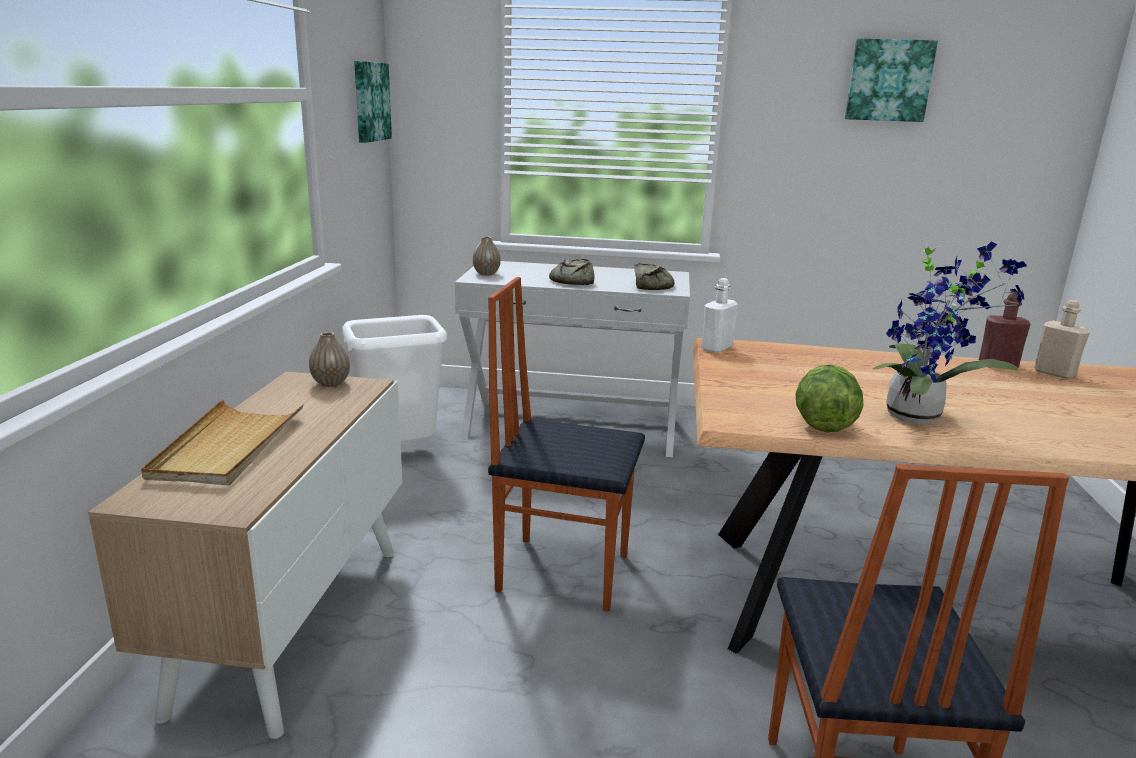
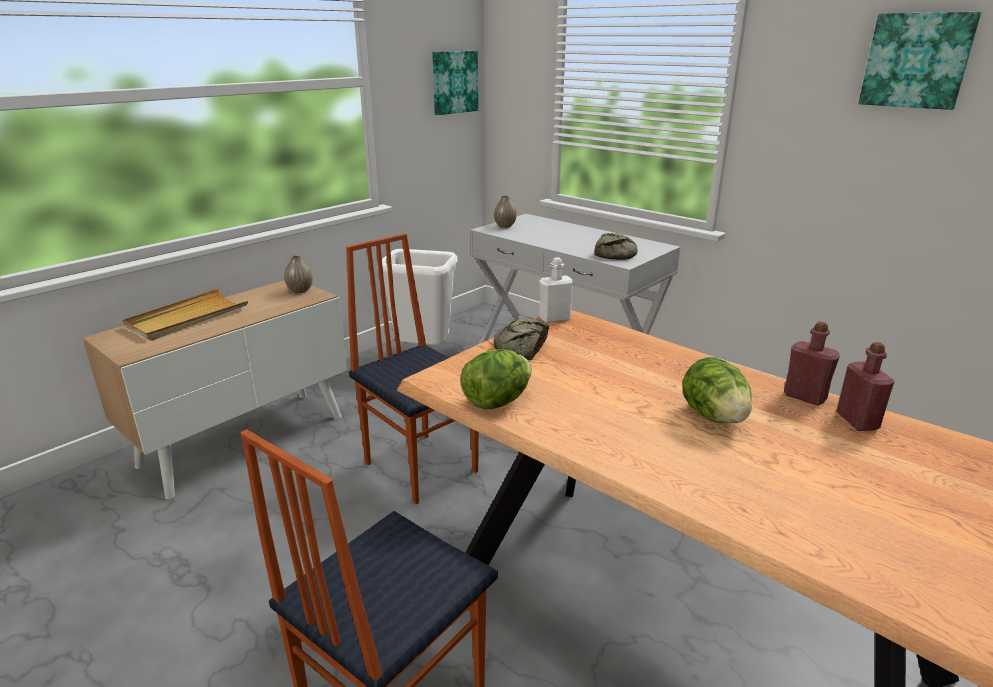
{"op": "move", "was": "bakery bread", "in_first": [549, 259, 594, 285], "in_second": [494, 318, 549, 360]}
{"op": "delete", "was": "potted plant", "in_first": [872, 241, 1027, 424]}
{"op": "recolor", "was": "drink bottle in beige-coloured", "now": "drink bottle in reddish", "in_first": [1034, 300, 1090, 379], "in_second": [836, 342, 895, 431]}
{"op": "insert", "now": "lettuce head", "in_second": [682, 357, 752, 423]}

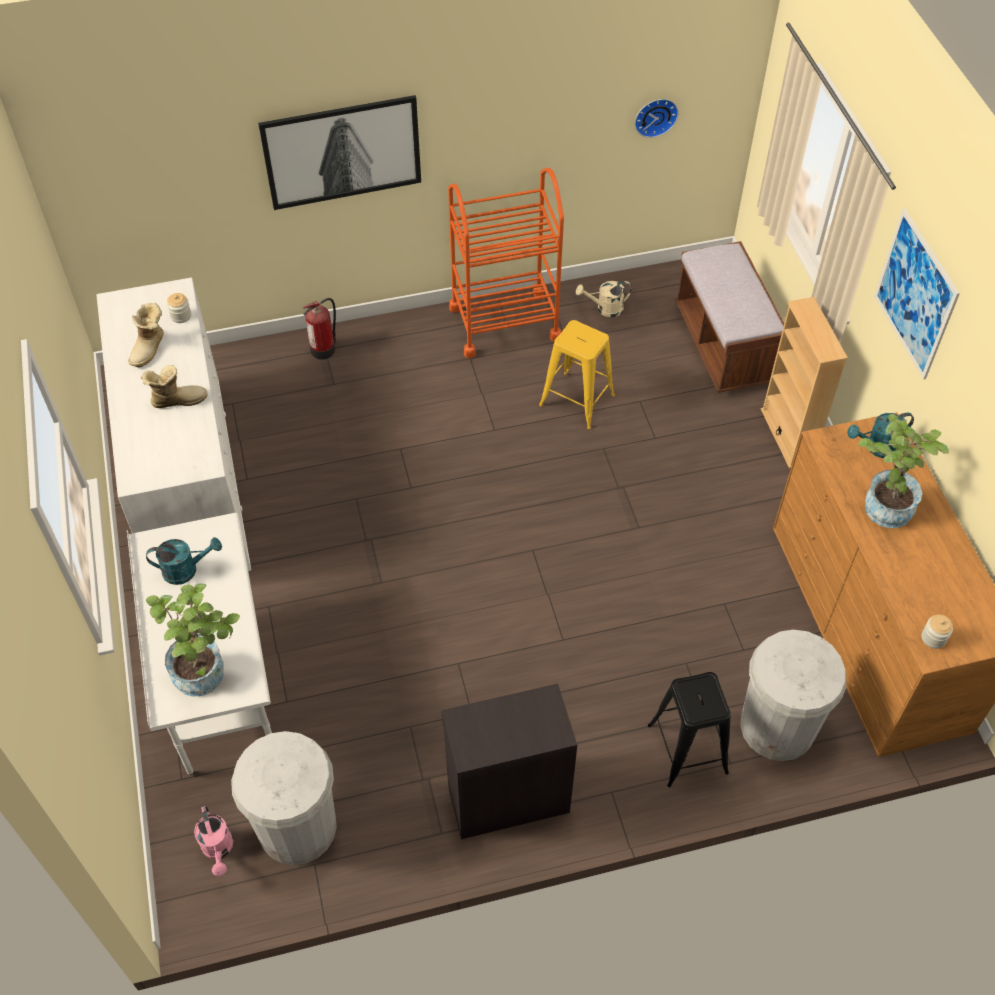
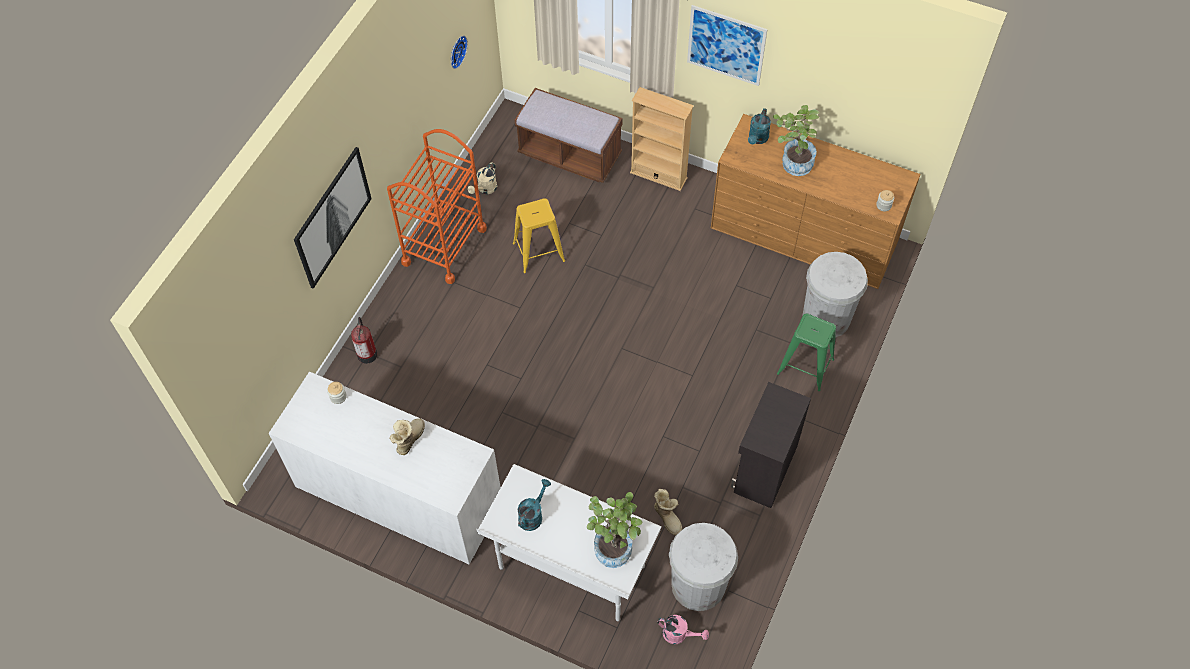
{"op": "move", "was": "boot", "in_first": [128, 303, 164, 367], "in_second": [654, 489, 682, 535]}
{"op": "recolor", "was": "sitting stool in blackish", "now": "sitting stool in green-coloured", "in_first": [648, 672, 731, 787], "in_second": [777, 313, 836, 391]}

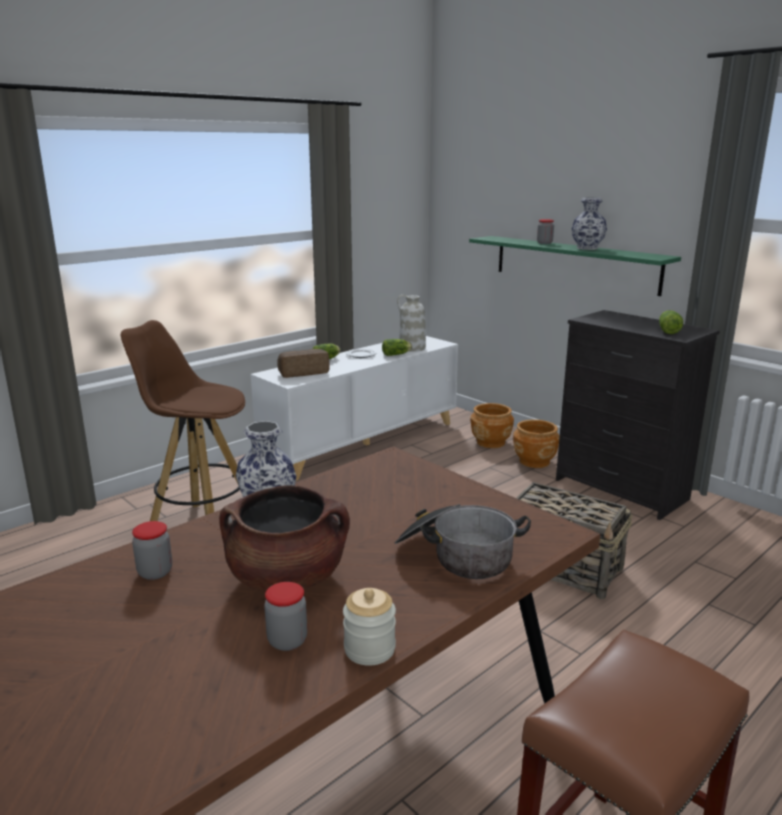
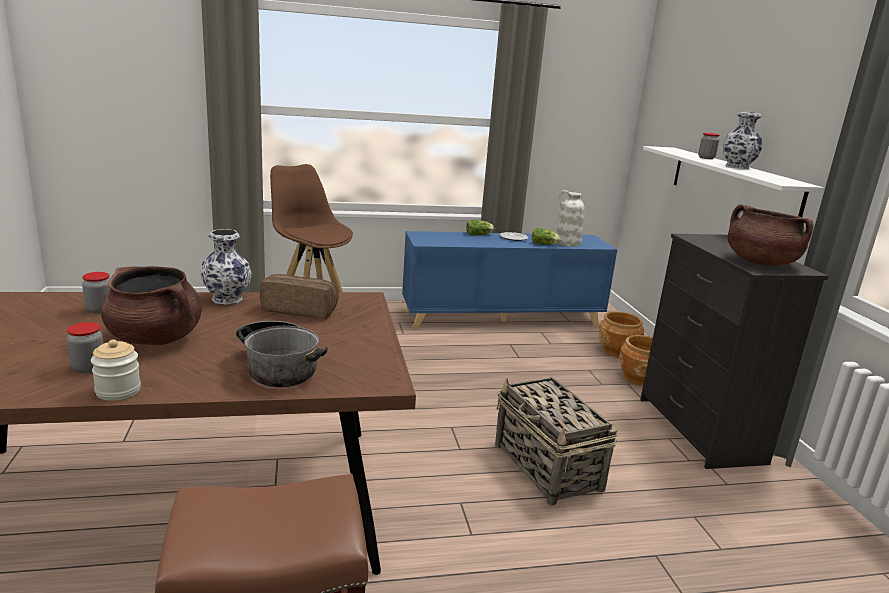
{"op": "recolor", "was": "cabinet in white-coloured", "now": "cabinet in blue", "in_first": [250, 336, 458, 481], "in_second": [402, 231, 617, 329]}
{"op": "move", "was": "bakery bread", "in_first": [277, 349, 330, 378], "in_second": [260, 274, 339, 319]}
{"op": "recolor", "was": "wall shelf in green-coloured", "now": "wall shelf in white-coloured", "in_first": [469, 236, 681, 296], "in_second": [643, 146, 824, 217]}
{"op": "replace", "was": "lettuce head", "now": "stockpot in brown", "in_first": [659, 310, 683, 334], "in_second": [727, 204, 813, 266]}

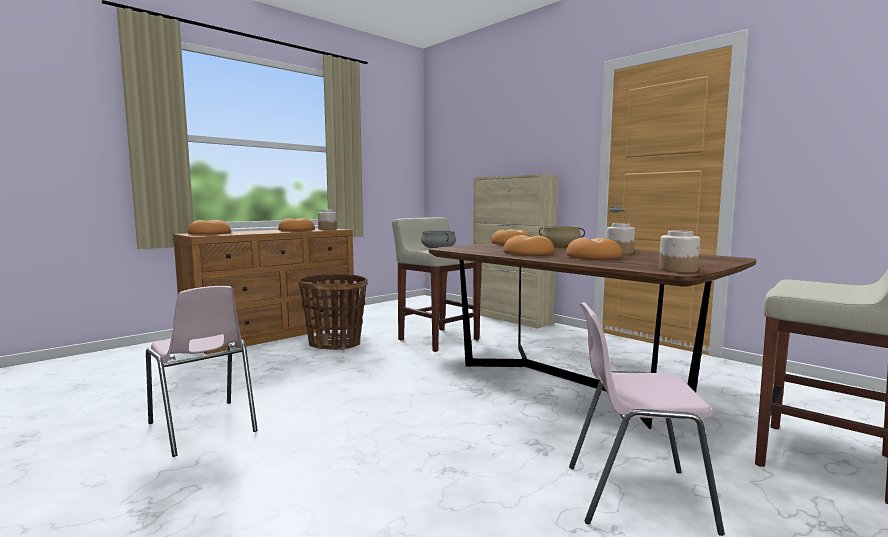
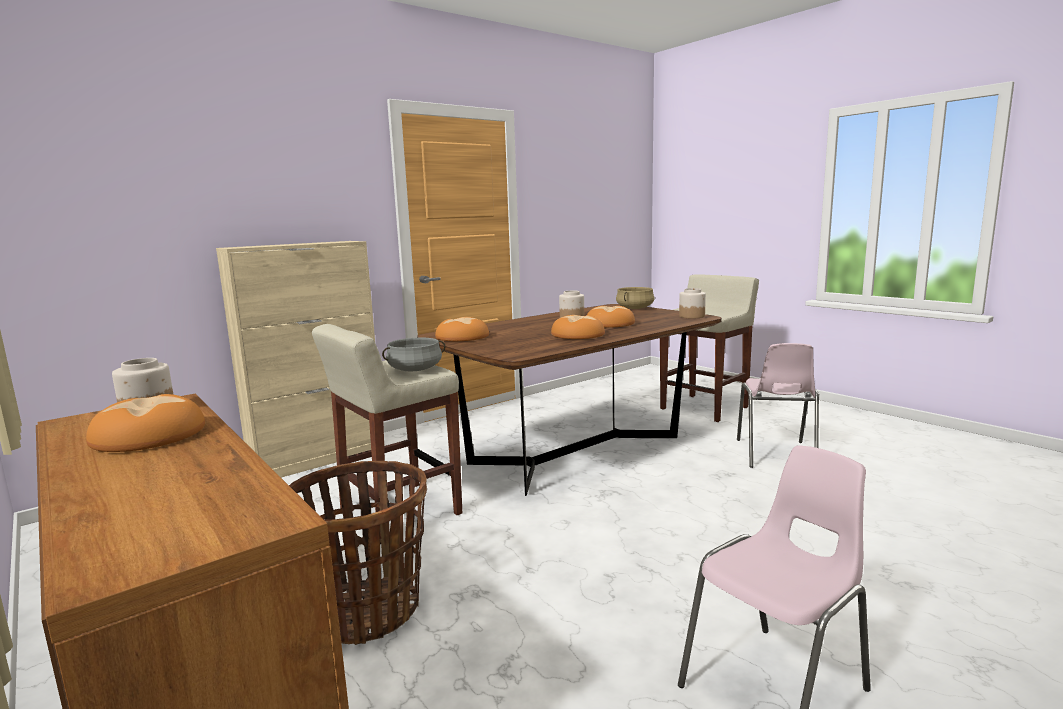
{"op": "delete", "was": "bakery bread", "in_first": [188, 220, 231, 235]}
{"op": "move", "was": "stockpot in beige-coloured", "in_first": [539, 226, 585, 247], "in_second": [616, 287, 655, 309]}

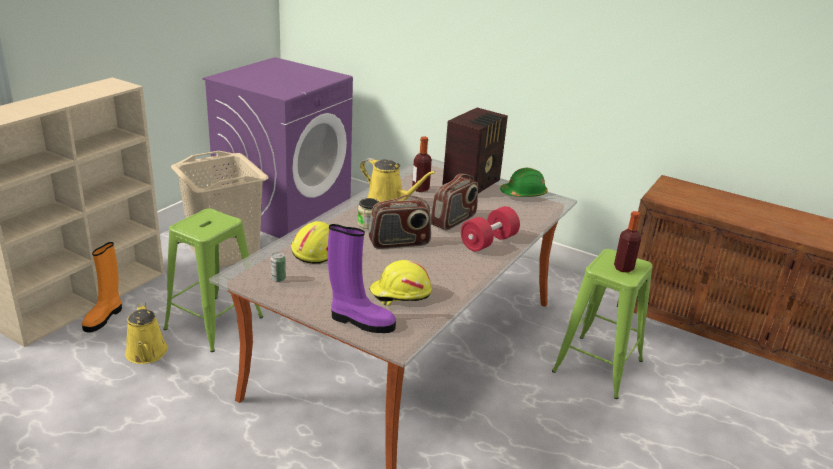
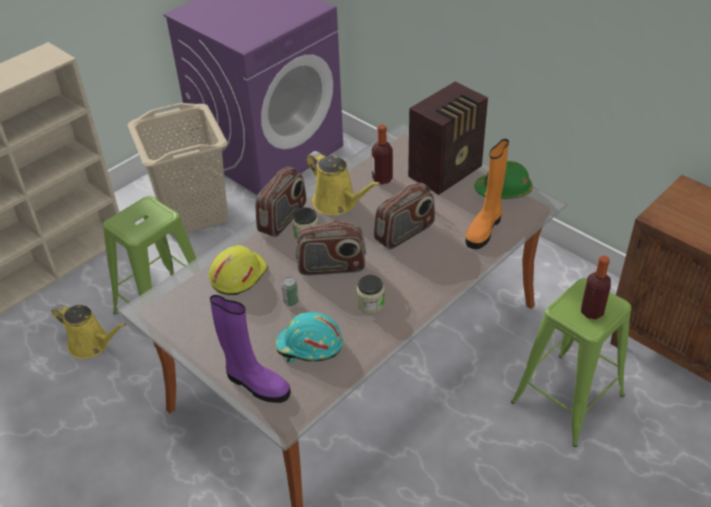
{"op": "move", "was": "boot in orangey", "in_first": [82, 242, 122, 333], "in_second": [466, 139, 509, 249]}
{"op": "rotate", "was": "watering can in yellow-coloured", "in_first": [125, 303, 168, 364], "in_second": [52, 305, 126, 359], "clockwise": -60}
{"op": "move", "was": "metal can", "in_first": [271, 252, 286, 282], "in_second": [281, 277, 299, 306]}
{"op": "recolor", "was": "safety helmet in yellow-coloured", "now": "safety helmet in turquoise-coloured", "in_first": [369, 260, 432, 306], "in_second": [275, 312, 343, 363]}
{"op": "delete", "was": "free weight in reddish", "in_first": [460, 206, 520, 252]}
{"op": "insert", "now": "radio set", "in_second": [255, 167, 306, 237]}
{"op": "insert", "now": "storage jar", "in_second": [356, 275, 385, 314]}

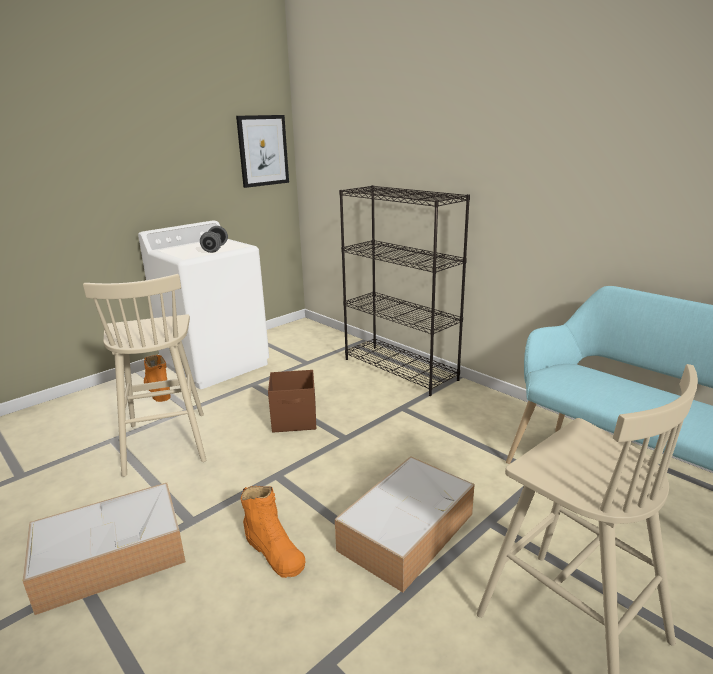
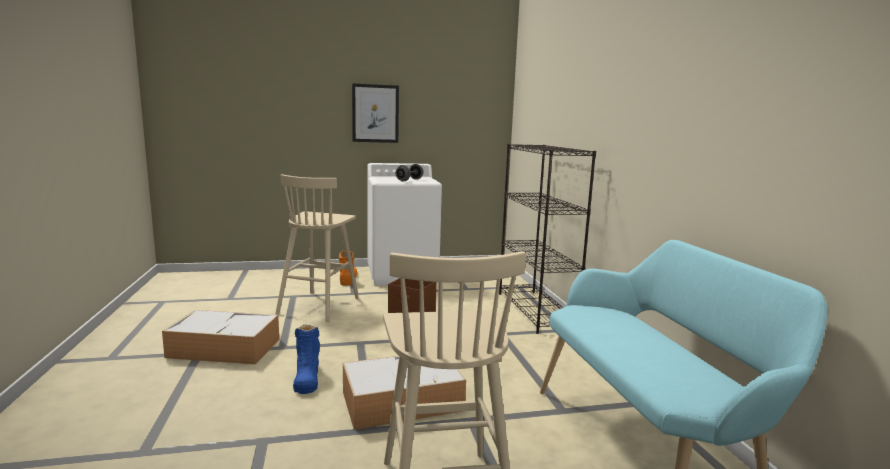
{"op": "move", "was": "picture", "in_first": [236, 115, 289, 188], "in_second": [352, 83, 399, 143]}
{"op": "recolor", "was": "boot in orangey", "now": "boot in blue", "in_first": [241, 486, 306, 578], "in_second": [293, 325, 320, 394]}

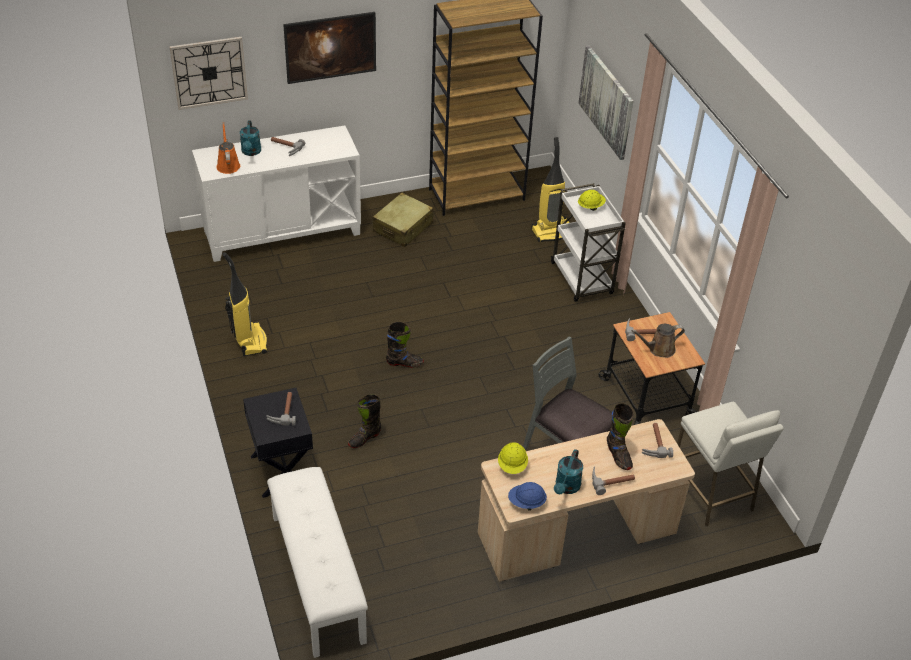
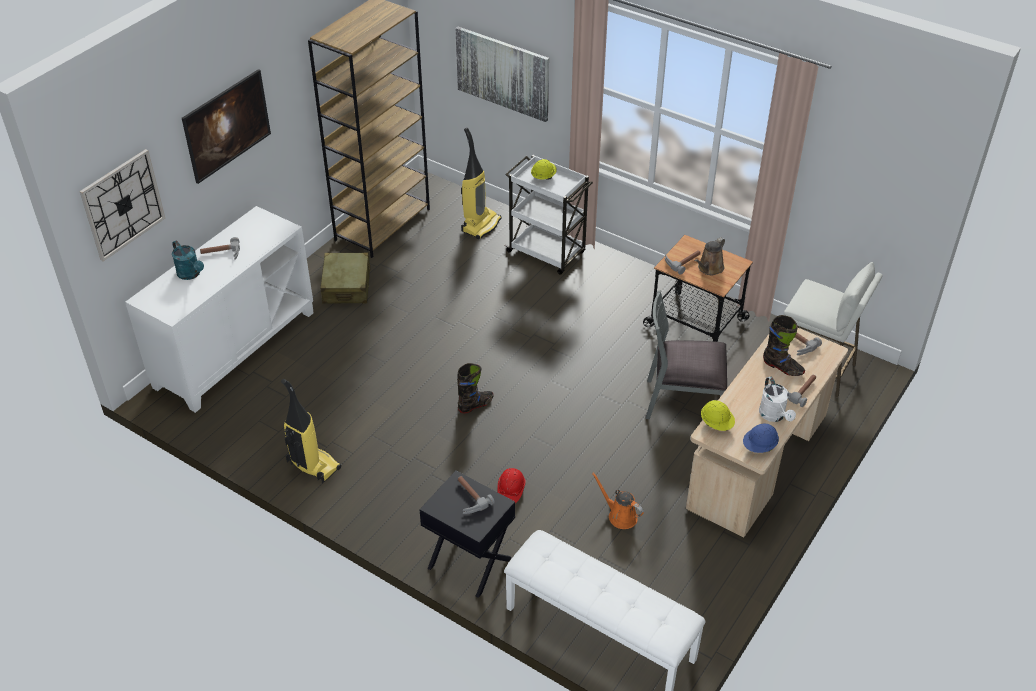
{"op": "move", "was": "watering can in orangey", "in_first": [216, 122, 240, 174], "in_second": [592, 473, 644, 529]}
{"op": "replace", "was": "boot in blackish", "now": "safety helmet in reddish", "in_first": [348, 394, 381, 448], "in_second": [498, 468, 526, 503]}
{"op": "recolor", "was": "watering can in turquoise-coloured", "now": "watering can in white-coloured", "in_first": [554, 449, 583, 494], "in_second": [759, 377, 796, 422]}

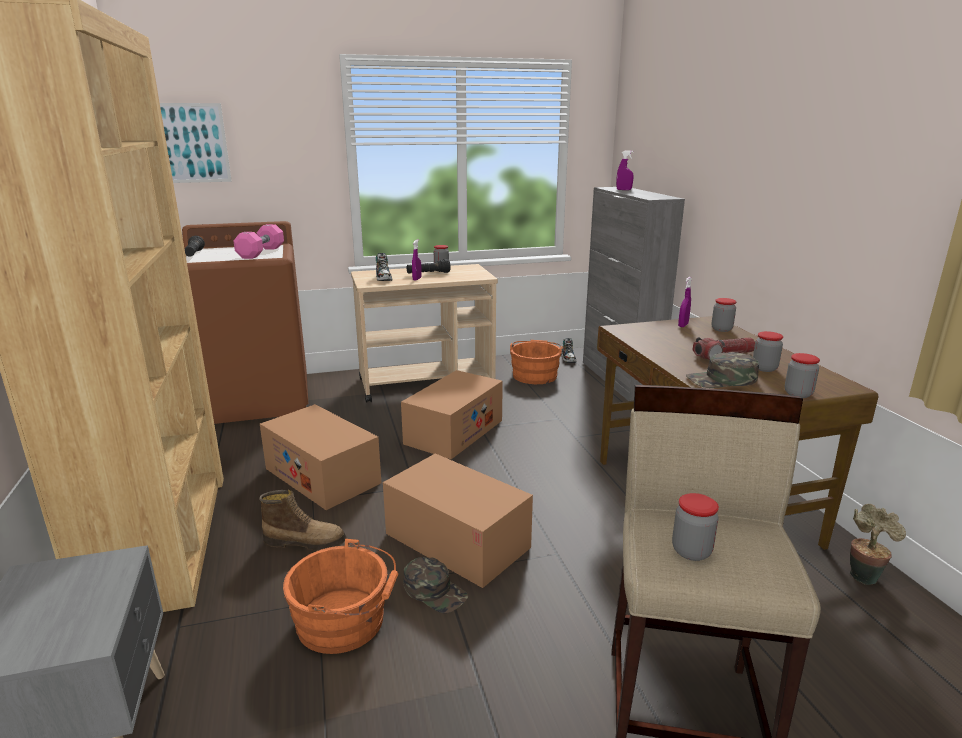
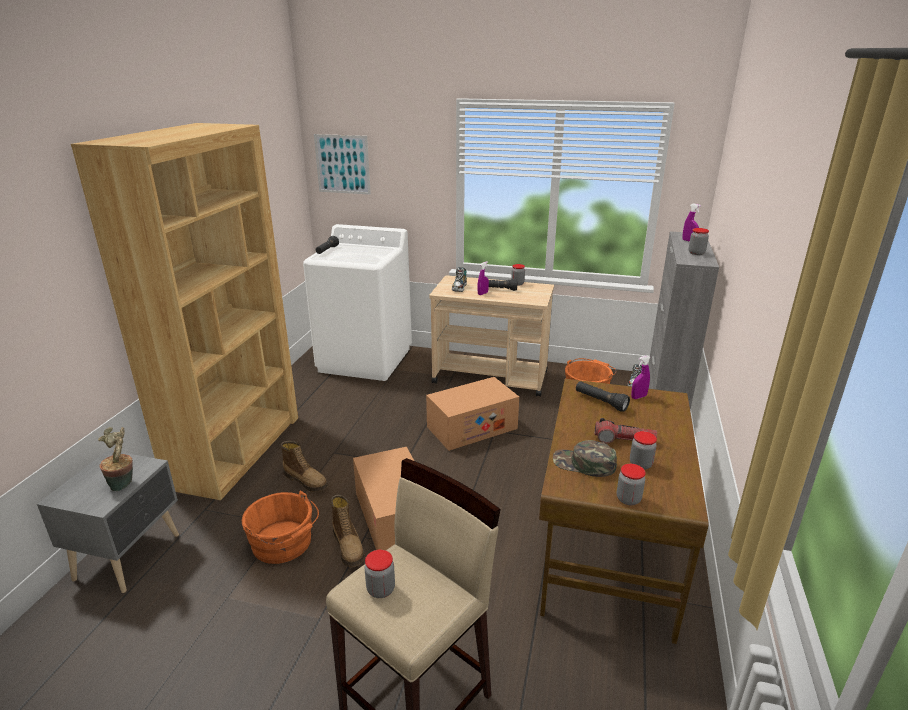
{"op": "recolor", "was": "laundry appliance in brown", "now": "laundry appliance in white-coloured", "in_first": [182, 221, 308, 424], "in_second": [303, 224, 412, 381]}
{"op": "delete", "was": "free weight in pink", "in_first": [234, 224, 284, 259]}
{"op": "delete", "was": "packing box", "in_first": [260, 404, 381, 510]}
{"op": "replace", "was": "peaked cap in green-coloured", "now": "boot", "in_first": [403, 557, 468, 613], "in_second": [331, 495, 365, 567]}
{"op": "move", "was": "storage jar", "in_first": [711, 298, 736, 332], "in_second": [689, 228, 709, 255]}
{"op": "move", "was": "potted plant", "in_first": [850, 504, 906, 585], "in_second": [98, 427, 133, 491]}
{"op": "insert", "now": "hand torch in blackish", "in_second": [576, 381, 630, 412]}

